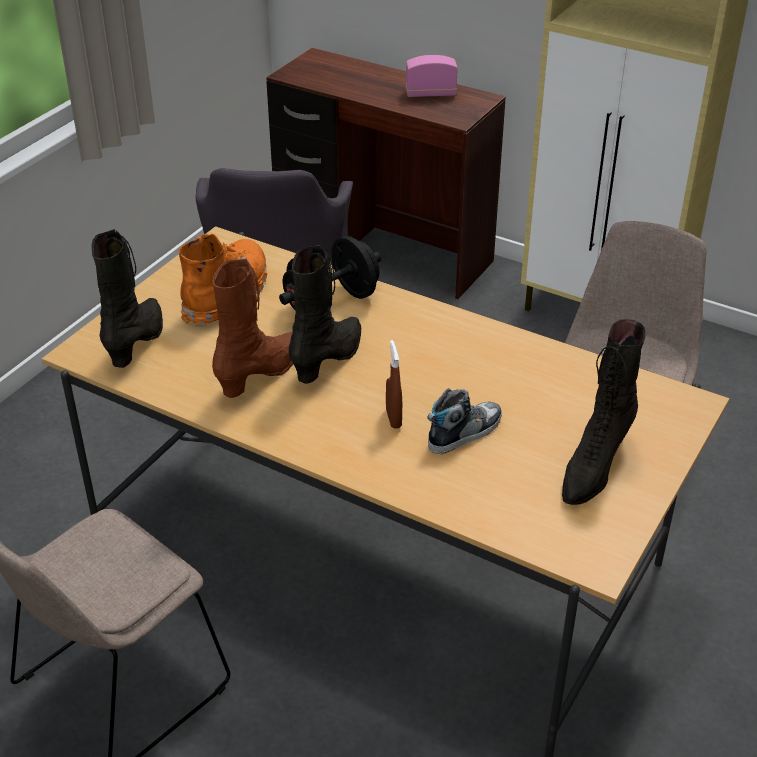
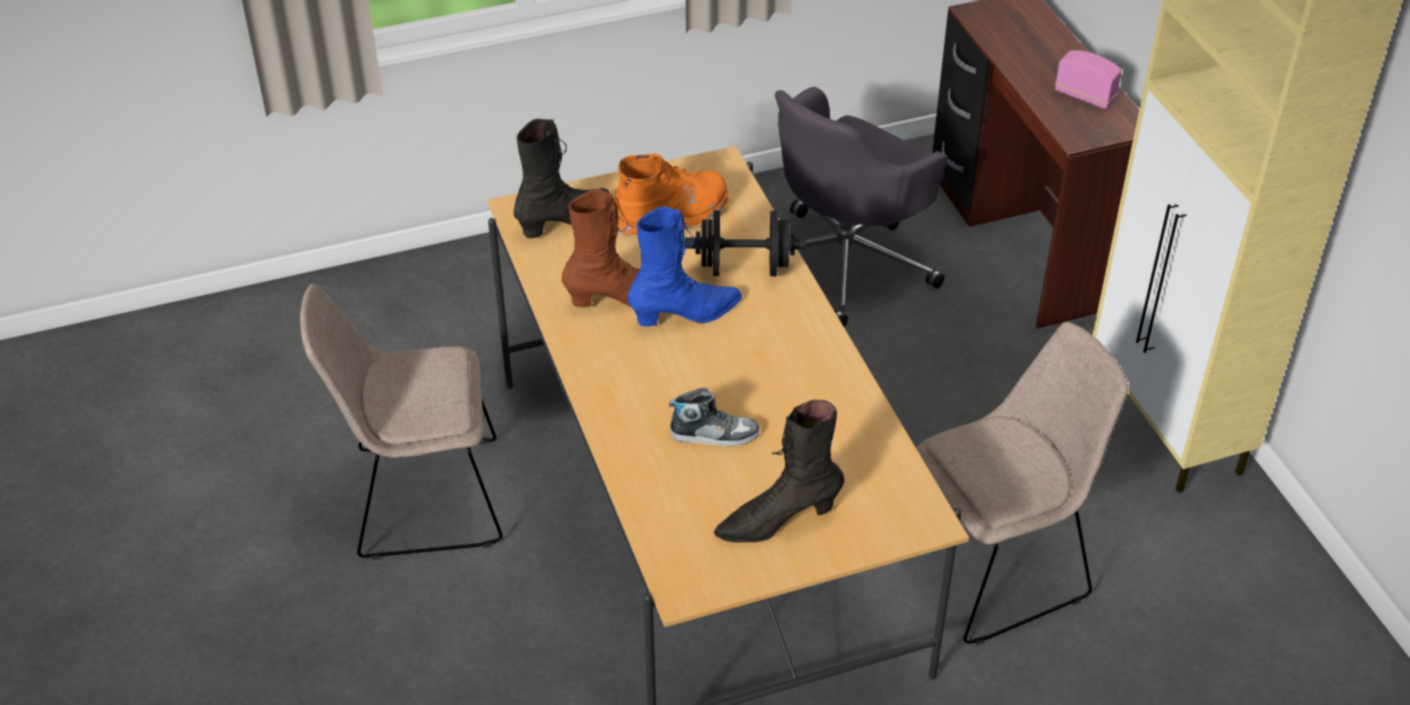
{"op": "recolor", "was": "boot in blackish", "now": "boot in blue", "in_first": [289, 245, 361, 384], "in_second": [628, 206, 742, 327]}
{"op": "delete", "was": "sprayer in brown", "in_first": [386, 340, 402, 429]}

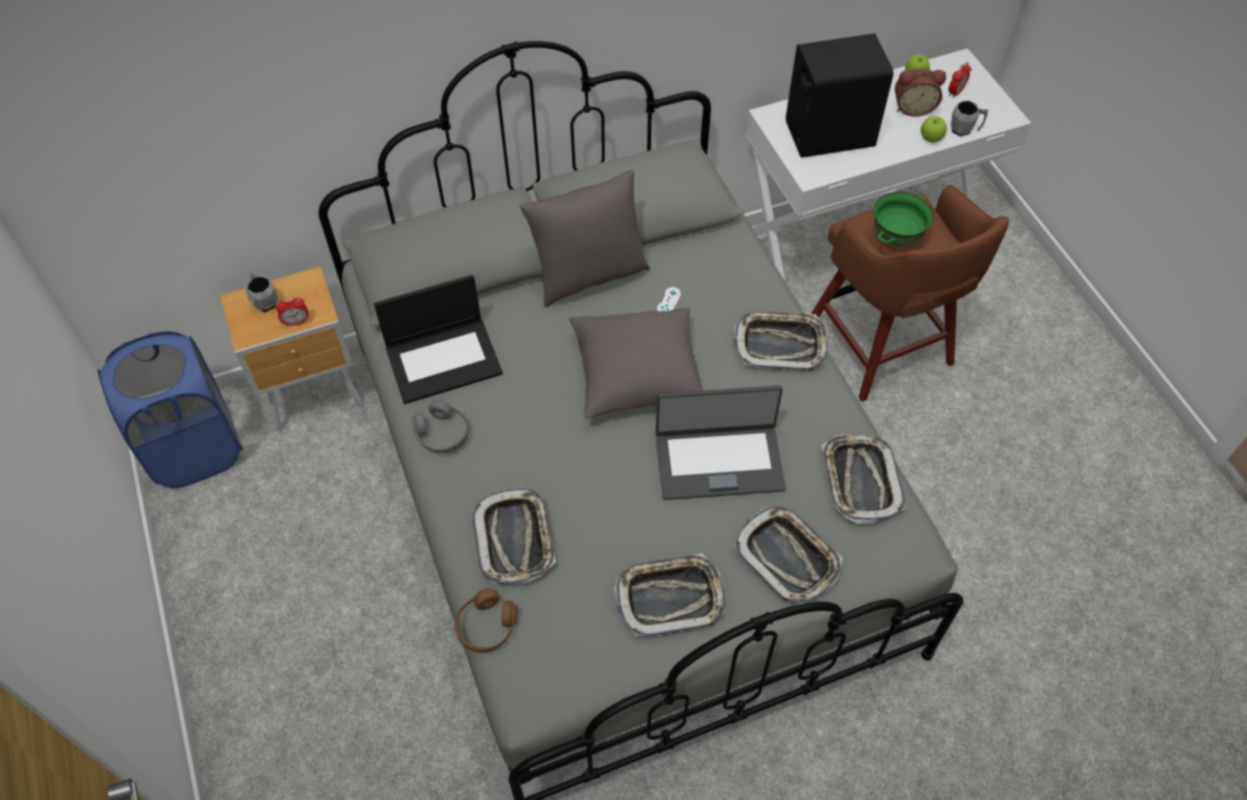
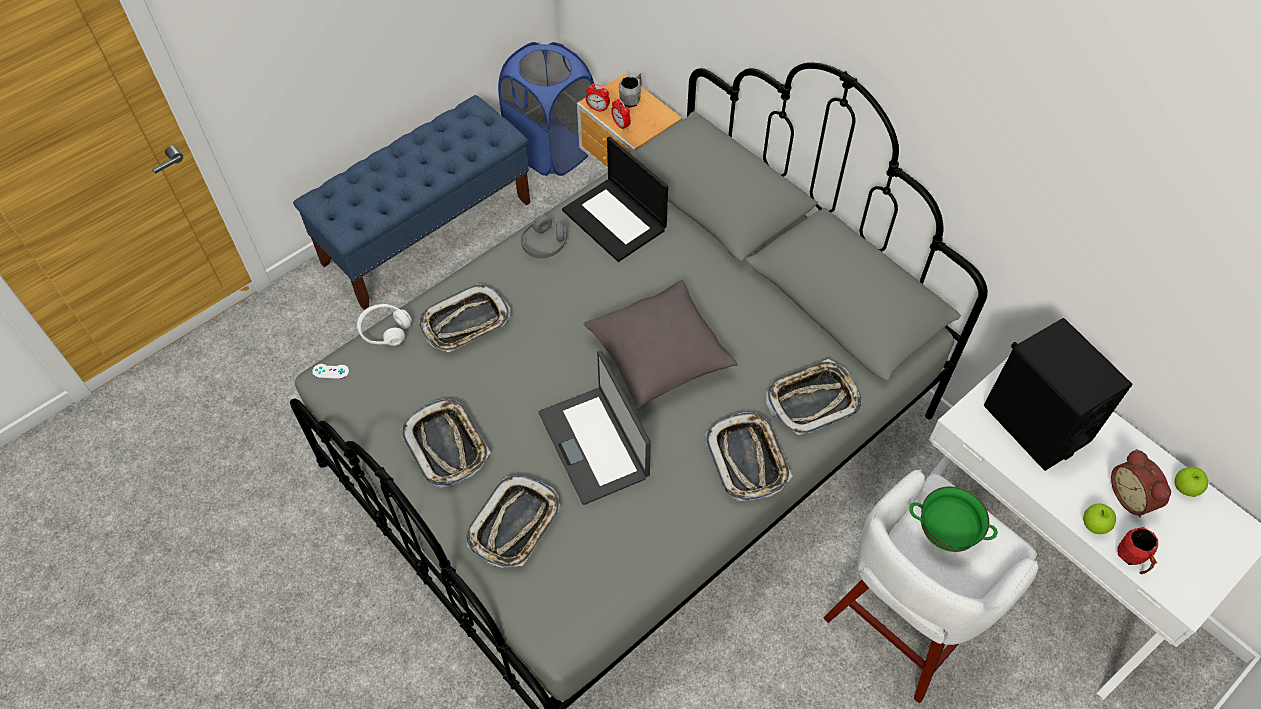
{"op": "recolor", "was": "headphones in brown", "now": "headphones in white-coloured", "in_first": [454, 588, 518, 652], "in_second": [357, 304, 412, 346]}
{"op": "delete", "was": "cushion in greyish", "in_first": [520, 170, 650, 307]}
{"op": "move", "was": "gamepad in white-coloured", "in_first": [657, 287, 681, 312], "in_second": [312, 364, 349, 379]}
{"op": "recolor", "was": "sitting stool in brown", "now": "sitting stool in white-coloured", "in_first": [811, 185, 1009, 402], "in_second": [824, 470, 1039, 703]}
{"op": "move", "was": "serving tray", "in_first": [821, 434, 905, 524], "in_second": [766, 359, 862, 435]}
{"op": "move", "was": "alarm clock", "in_first": [948, 62, 971, 98], "in_second": [586, 84, 610, 113]}
{"op": "recolor", "was": "coffee mug in greyish", "now": "coffee mug in reddish", "in_first": [951, 100, 989, 136], "in_second": [1117, 527, 1158, 574]}
{"op": "insert", "now": "indoor bench in blue", "in_second": [293, 95, 530, 310]}

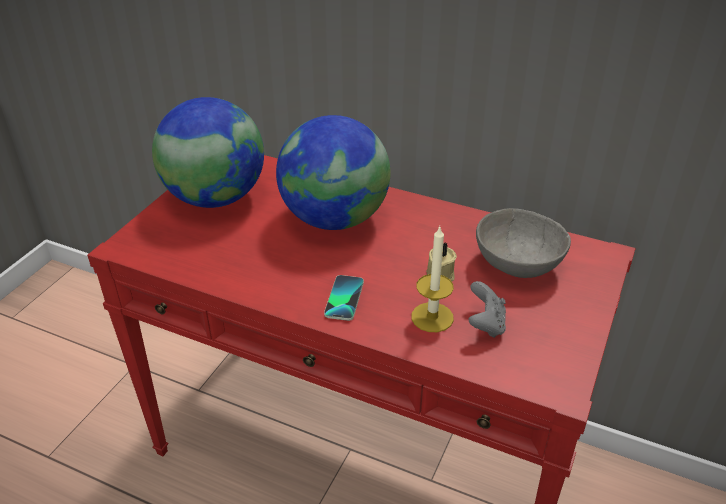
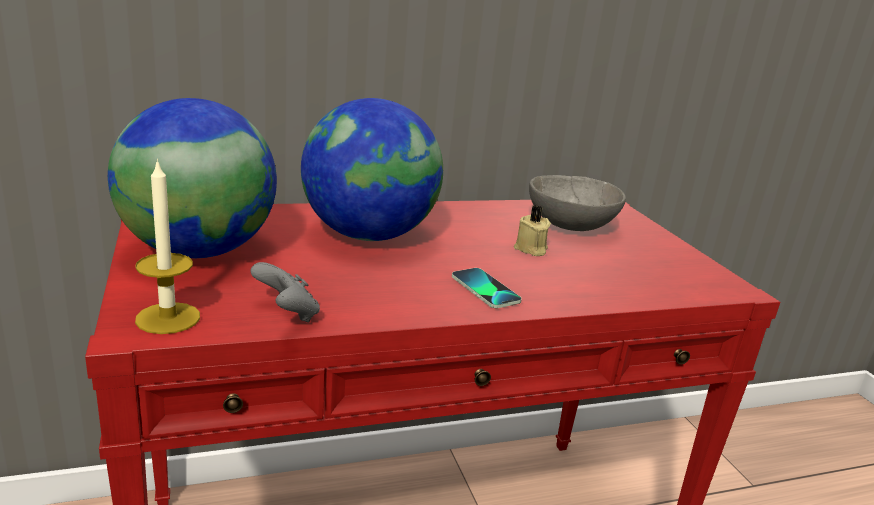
{"op": "move", "was": "wax light", "in_first": [411, 226, 454, 332], "in_second": [135, 159, 200, 334]}
{"op": "move", "was": "gamepad in greyish", "in_first": [469, 281, 506, 338], "in_second": [251, 262, 320, 323]}

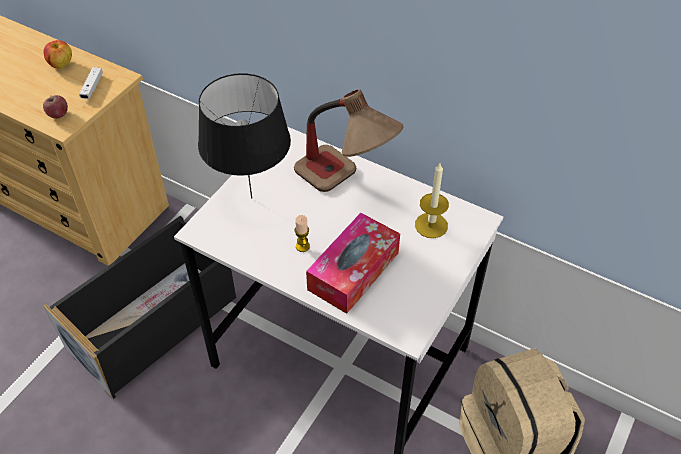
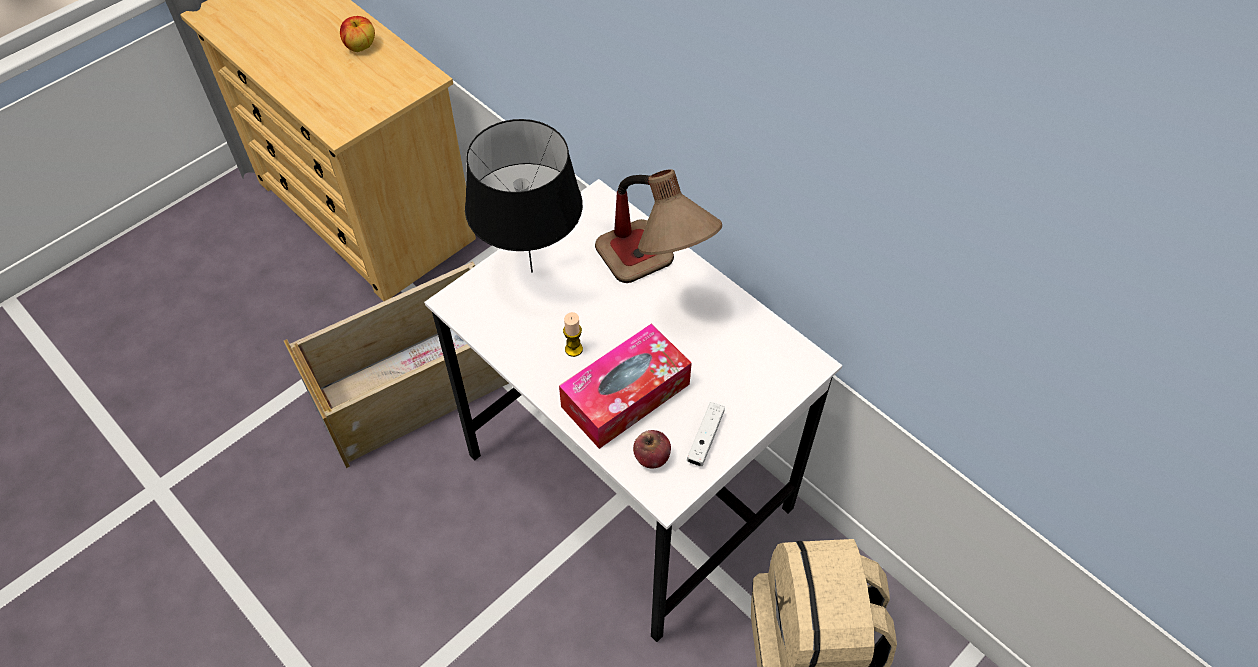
{"op": "move", "was": "whole apple", "in_first": [43, 95, 68, 119], "in_second": [633, 430, 671, 468]}
{"op": "recolor", "was": "storage box in blackish", "now": "storage box in beige-coloured", "in_first": [44, 216, 236, 399], "in_second": [284, 261, 509, 468]}
{"op": "move", "was": "gamepad in white-coloured", "in_first": [79, 67, 103, 99], "in_second": [687, 402, 725, 466]}
{"op": "delete", "was": "wax light", "in_first": [415, 163, 449, 238]}

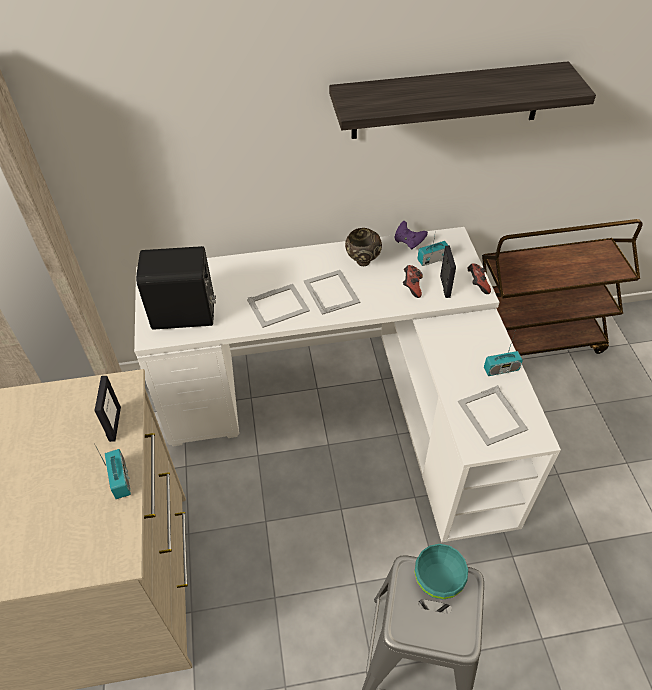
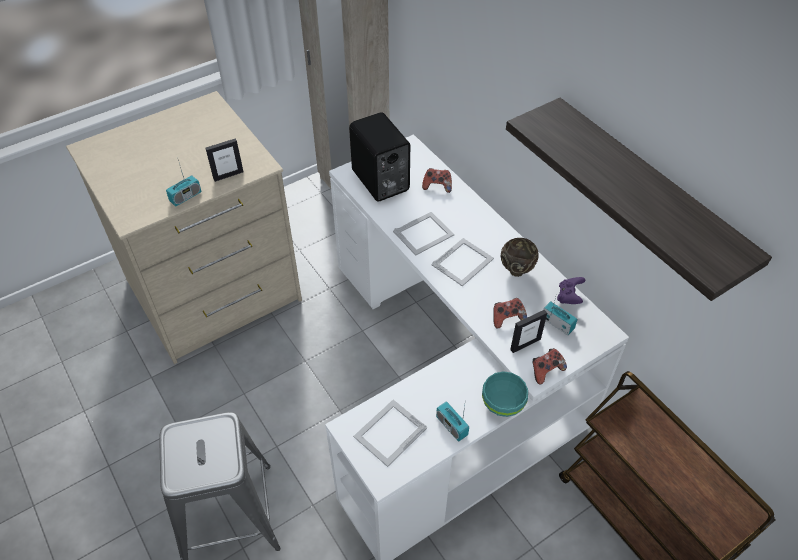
{"op": "rotate", "was": "standing frame", "in_first": [247, 284, 310, 328], "in_second": [393, 212, 454, 255], "clockwise": -75}
{"op": "move", "was": "serving bowl in turquoise-coloured", "in_first": [414, 544, 468, 600], "in_second": [482, 371, 528, 417]}
{"op": "insert", "now": "gamepad", "in_second": [422, 168, 452, 193]}

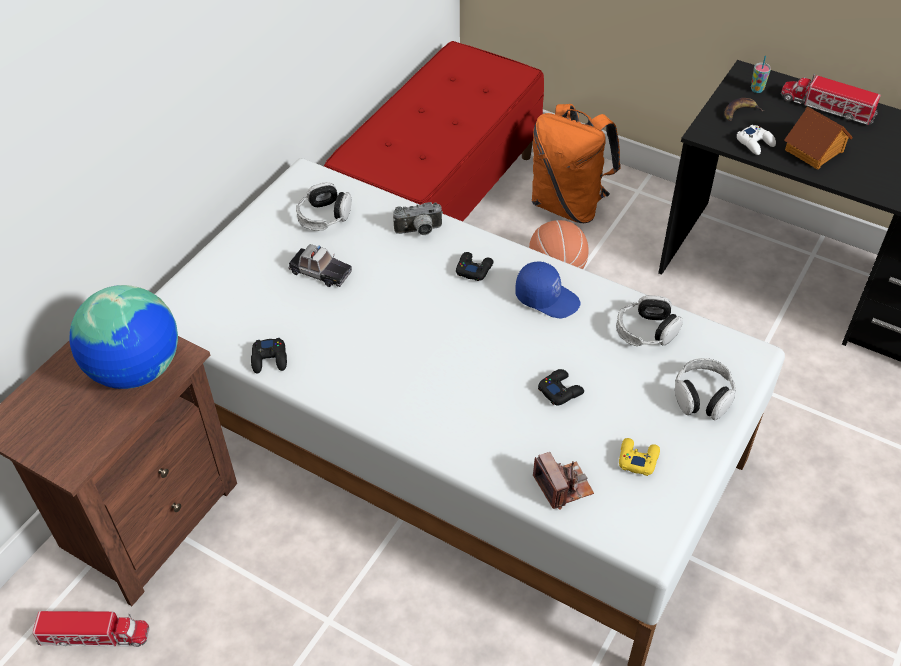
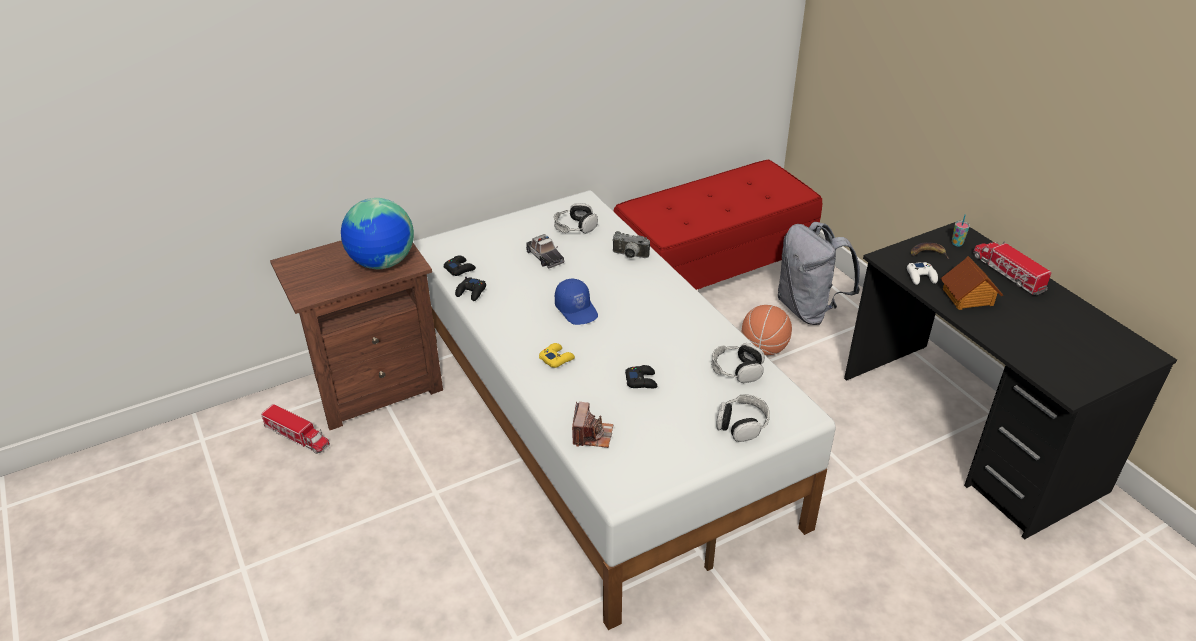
{"op": "move", "was": "gamepad in blackish", "in_first": [456, 252, 494, 281], "in_second": [444, 255, 476, 276]}
{"op": "move", "was": "peaked cap in blue", "in_first": [516, 262, 581, 318], "in_second": [555, 279, 598, 325]}
{"op": "recolor", "was": "knapsack in orangey", "now": "knapsack in greyish", "in_first": [532, 104, 621, 223], "in_second": [778, 222, 860, 325]}
{"op": "move", "was": "gamepad in yellow-coloured", "in_first": [619, 438, 660, 476], "in_second": [539, 343, 575, 368]}

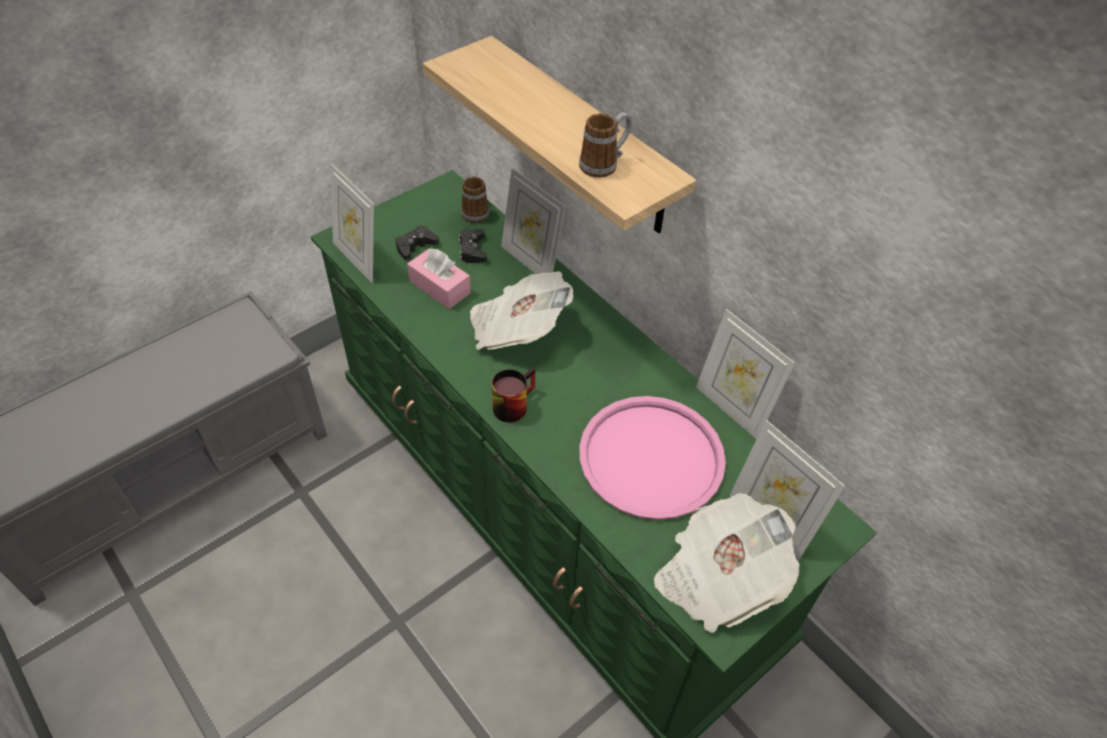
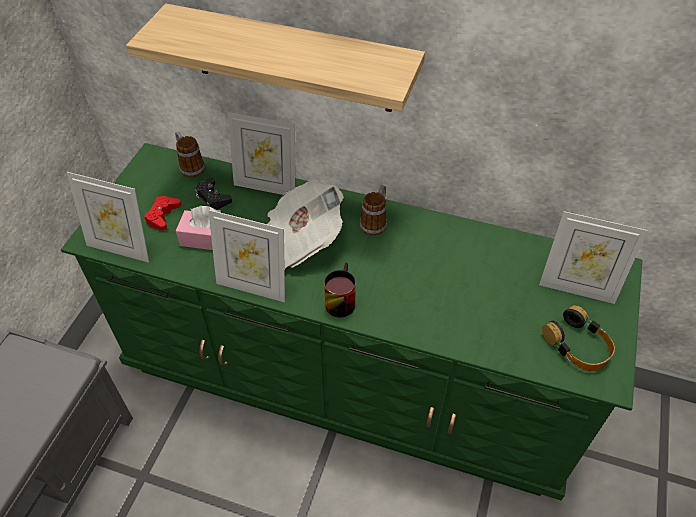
{"op": "recolor", "was": "gamepad in blackish", "now": "gamepad in reddish", "in_first": [395, 226, 439, 260], "in_second": [144, 196, 181, 231]}
{"op": "move", "was": "coffee mug", "in_first": [579, 112, 632, 178], "in_second": [360, 185, 387, 236]}
{"op": "delete", "was": "serving tray in pink", "in_first": [579, 396, 726, 520]}
{"op": "replace", "was": "daily paper", "now": "headphones", "in_first": [654, 493, 799, 633], "in_second": [542, 305, 615, 371]}
{"op": "move", "was": "standing frame", "in_first": [696, 309, 795, 439], "in_second": [208, 210, 285, 302]}

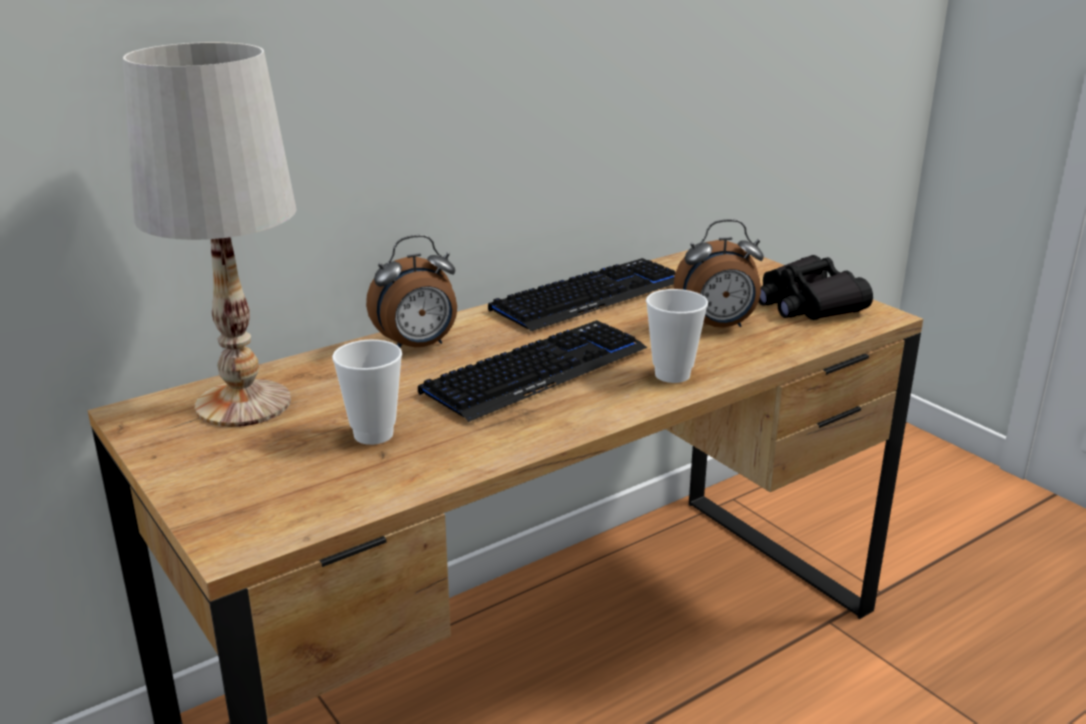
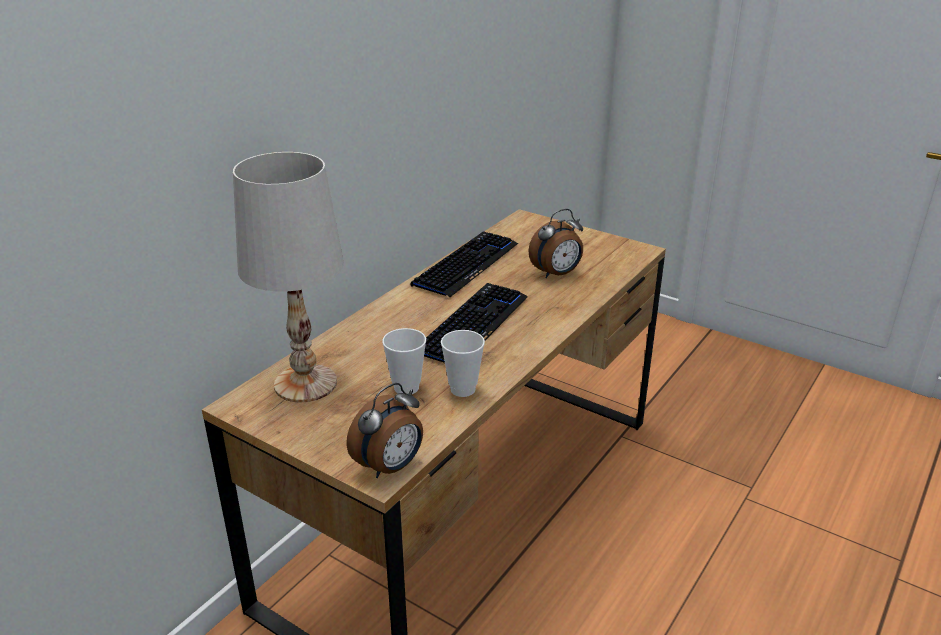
{"op": "move", "was": "alarm clock", "in_first": [366, 235, 457, 347], "in_second": [346, 383, 423, 478]}
{"op": "move", "was": "cup", "in_first": [646, 289, 708, 383], "in_second": [441, 330, 485, 397]}
{"op": "delete", "was": "pair of binoculars in blackish", "in_first": [759, 255, 873, 320]}

